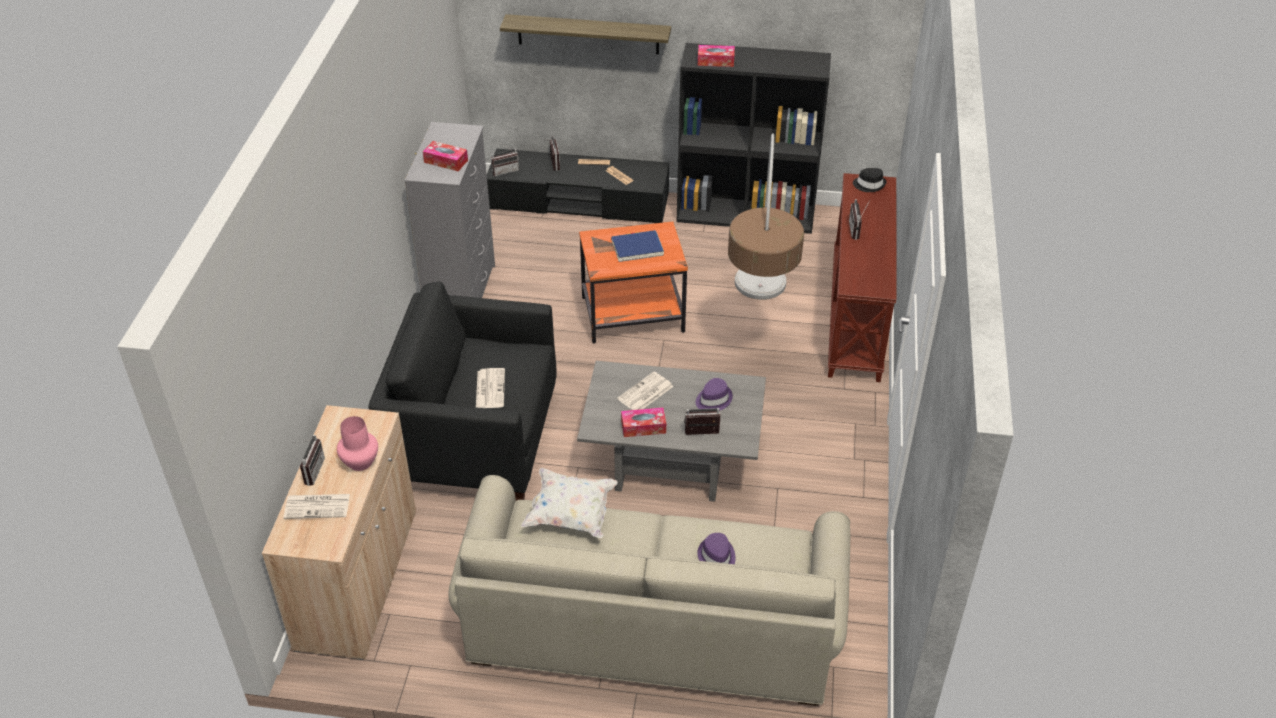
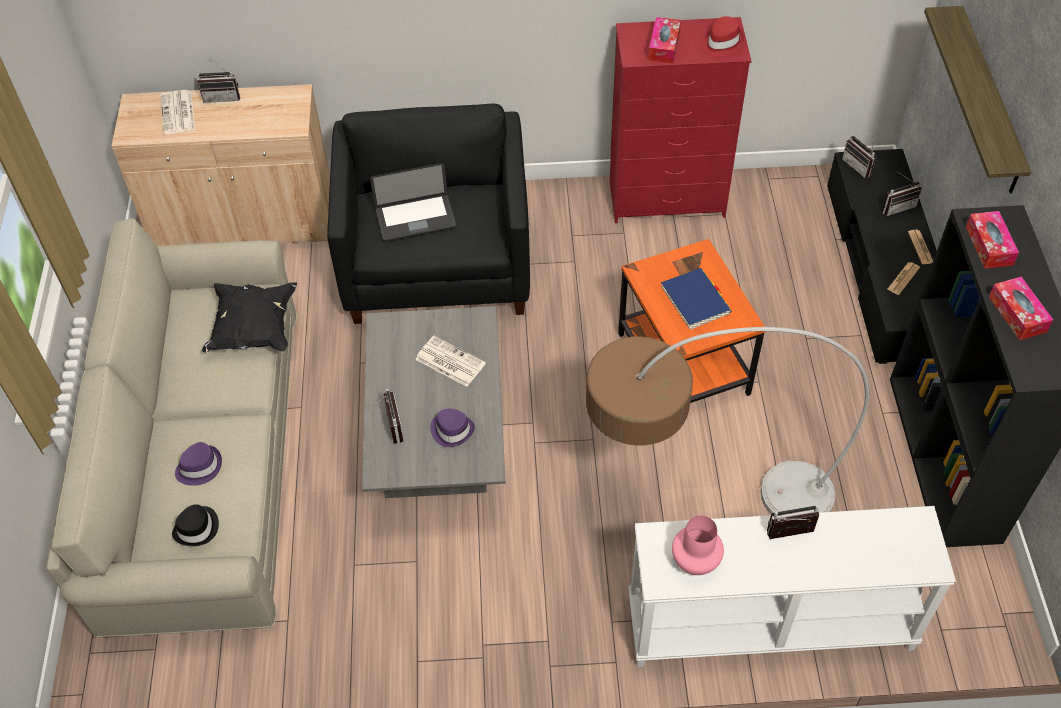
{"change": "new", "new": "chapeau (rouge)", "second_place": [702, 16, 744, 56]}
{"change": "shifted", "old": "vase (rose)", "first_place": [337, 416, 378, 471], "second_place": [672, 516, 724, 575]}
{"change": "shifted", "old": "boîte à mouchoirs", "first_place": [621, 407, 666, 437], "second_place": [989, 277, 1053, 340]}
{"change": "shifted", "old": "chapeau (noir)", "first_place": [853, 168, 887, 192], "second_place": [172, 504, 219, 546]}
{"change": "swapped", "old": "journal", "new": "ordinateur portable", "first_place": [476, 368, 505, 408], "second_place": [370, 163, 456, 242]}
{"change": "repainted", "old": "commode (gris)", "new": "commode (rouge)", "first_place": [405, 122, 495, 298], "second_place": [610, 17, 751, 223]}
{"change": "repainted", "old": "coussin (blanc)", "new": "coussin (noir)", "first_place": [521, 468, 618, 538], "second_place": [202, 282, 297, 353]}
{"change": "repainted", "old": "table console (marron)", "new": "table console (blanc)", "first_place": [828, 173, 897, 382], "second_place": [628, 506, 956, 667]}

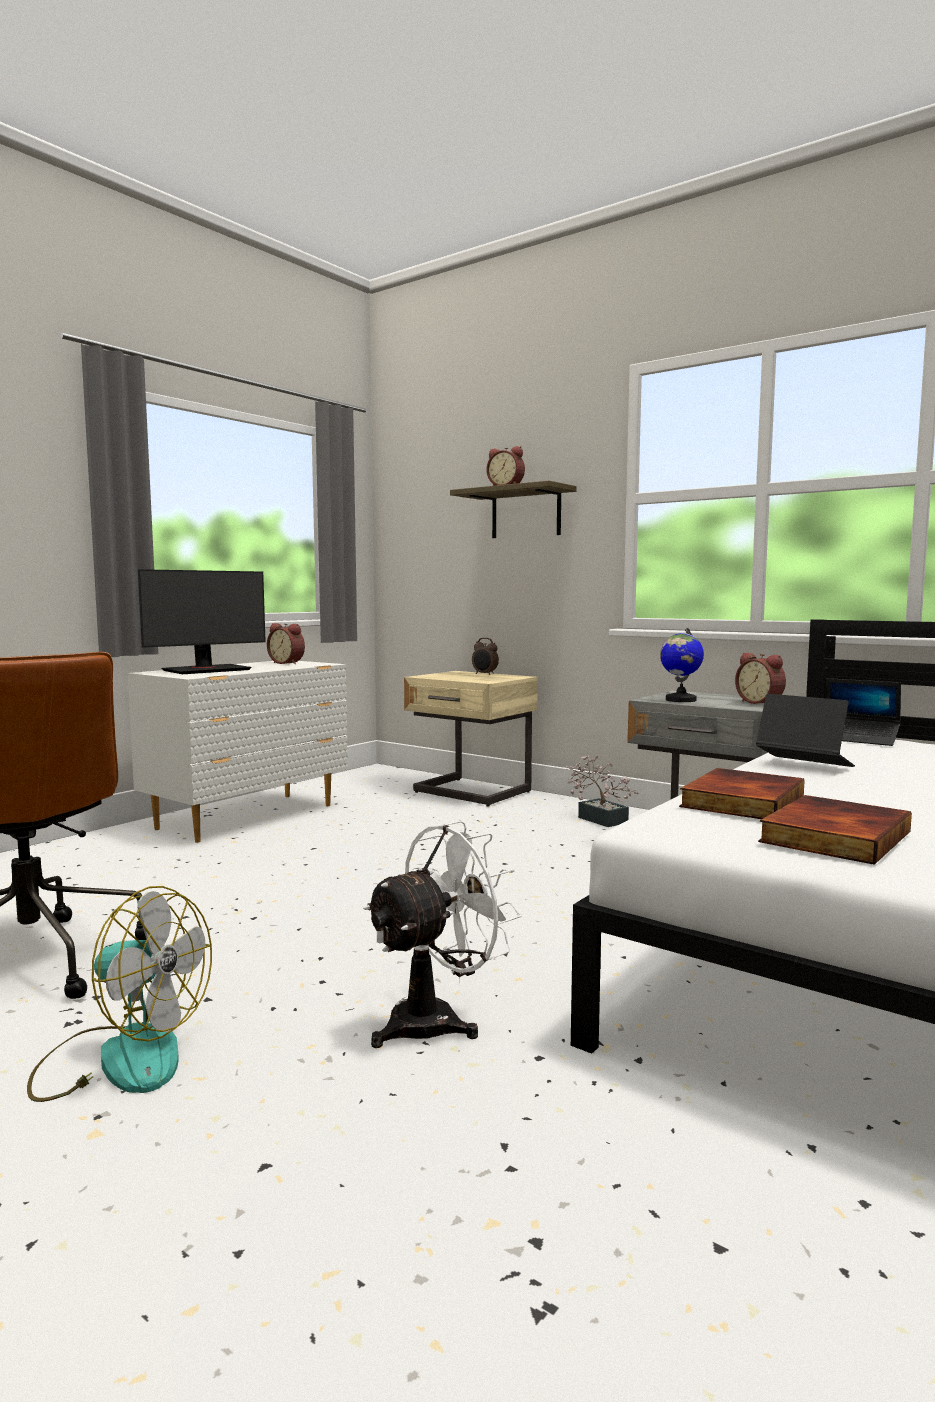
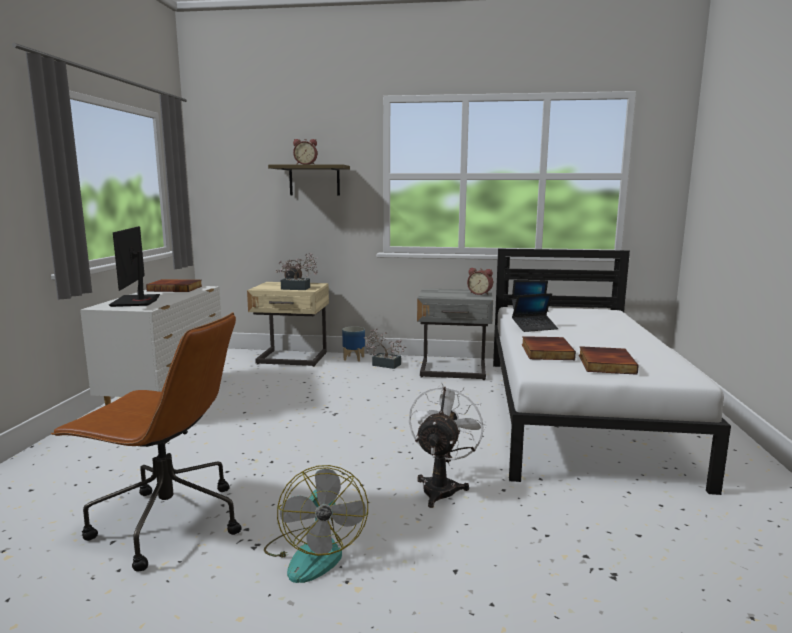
{"change": "gone", "old": "globe", "first_place": [660, 627, 704, 702]}
{"change": "new", "new": "plante en pot", "second_place": [275, 253, 318, 290]}
{"change": "new", "new": "cache-pot", "second_place": [342, 326, 365, 362]}
{"change": "swapped", "old": "réveil", "new": "livre", "first_place": [267, 623, 305, 664], "second_place": [146, 279, 202, 292]}
{"change": "rotated", "old": "ventilateur", "first_place": [27, 886, 212, 1102], "second_place": [264, 465, 368, 583], "degrees": 90}
{"change": "rotated", "old": "écran d'ordinateur", "first_place": [138, 569, 266, 674], "second_place": [109, 226, 160, 307], "degrees": 150}
{"change": "rotated", "old": "ordinateur portable", "first_place": [756, 694, 855, 767], "second_place": [512, 293, 558, 332], "degrees": 150}

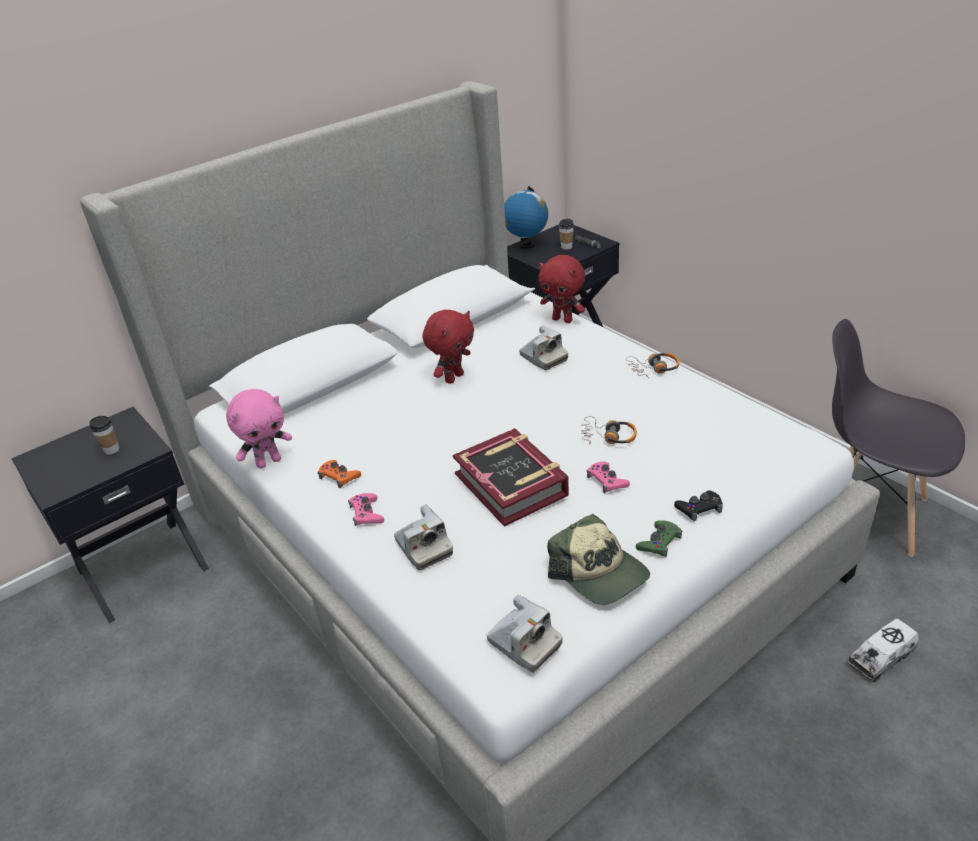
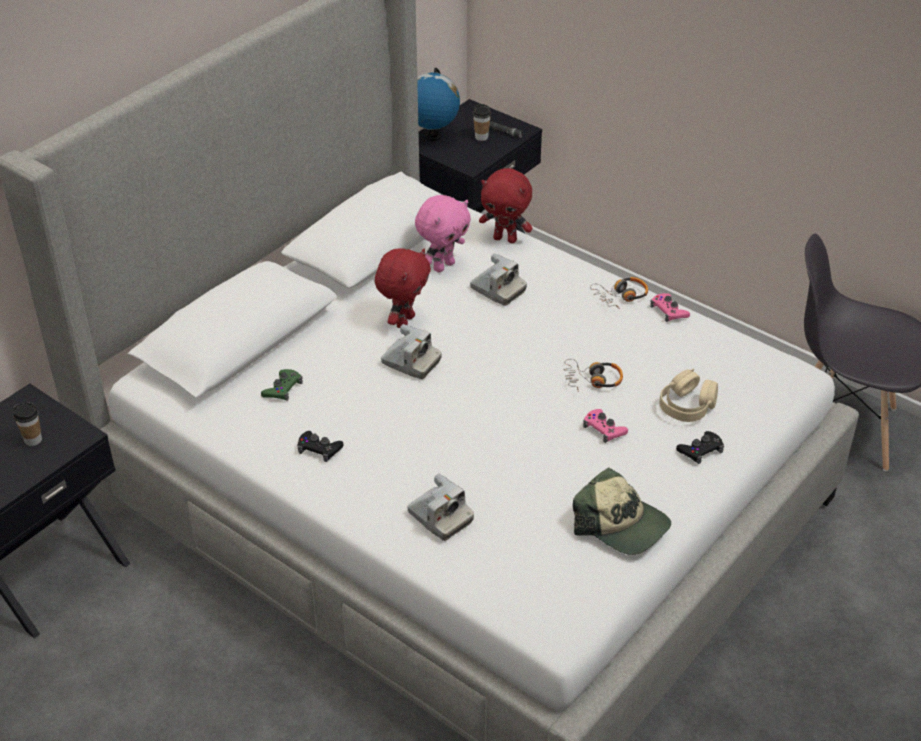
{"change": "gone", "old": "livre", "first_place": [453, 428, 569, 527]}
{"change": "gone", "old": "camion jouet", "first_place": [848, 618, 919, 682]}
{"change": "new", "new": "casque audio (beige)", "second_place": [660, 369, 718, 422]}
{"change": "shifted", "old": "peluche (rose)", "first_place": [226, 389, 292, 469], "second_place": [415, 195, 471, 273]}
{"change": "shifted", "old": "manette (rose)", "first_place": [348, 493, 384, 526], "second_place": [650, 293, 690, 322]}
{"change": "shifted", "old": "appareil photo", "first_place": [486, 595, 563, 673], "second_place": [381, 324, 442, 379]}
{"change": "shifted", "old": "manette (vert)", "first_place": [636, 520, 682, 557], "second_place": [261, 369, 303, 401]}
{"change": "repainted", "old": "manette (orange)", "new": "manette (noir)", "first_place": [318, 460, 361, 488], "second_place": [297, 431, 343, 462]}

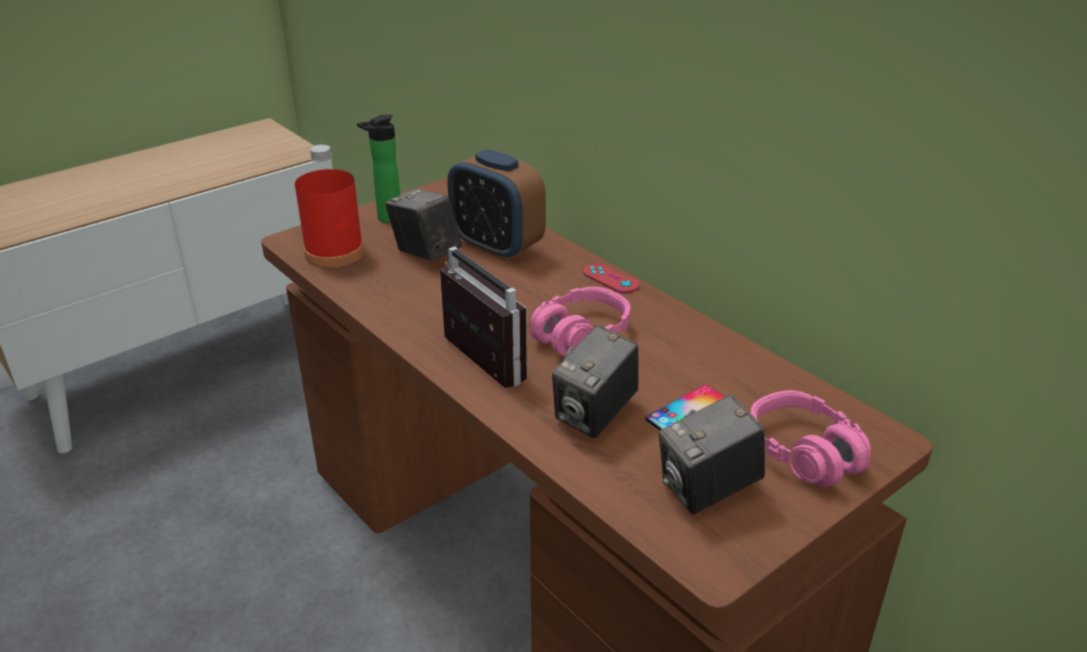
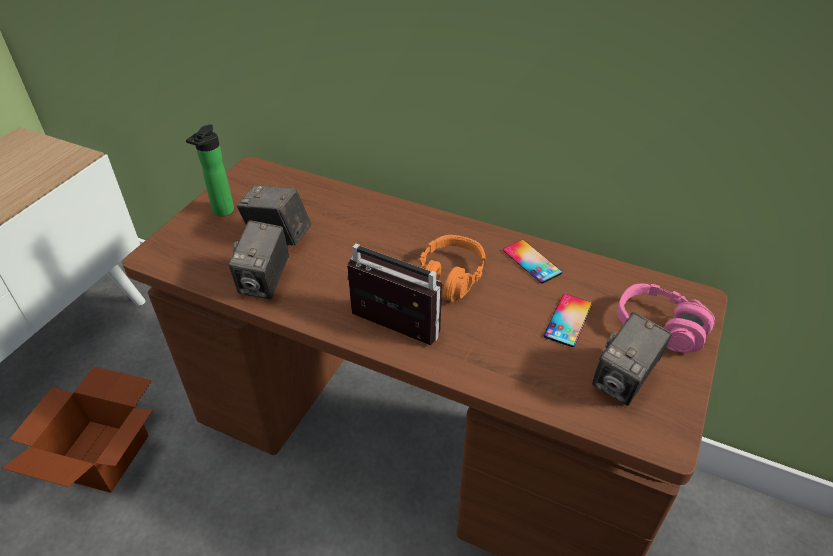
{"change": "gone", "old": "bouteille (rouge)", "first_place": [295, 145, 364, 268]}
{"change": "gone", "old": "réveil", "first_place": [447, 149, 546, 261]}
{"change": "gone", "old": "manette (rouge)", "first_place": [583, 263, 639, 293]}
{"change": "new", "new": "carton", "second_place": [2, 366, 153, 493]}
{"change": "new", "new": "téléphone", "second_place": [503, 240, 562, 284]}
{"change": "shifted", "old": "appareil photo", "first_place": [552, 325, 638, 438], "second_place": [229, 220, 289, 299]}
{"change": "repainted", "old": "casque audio (rose)", "new": "casque audio (orange)", "first_place": [530, 287, 630, 356], "second_place": [420, 235, 485, 302]}

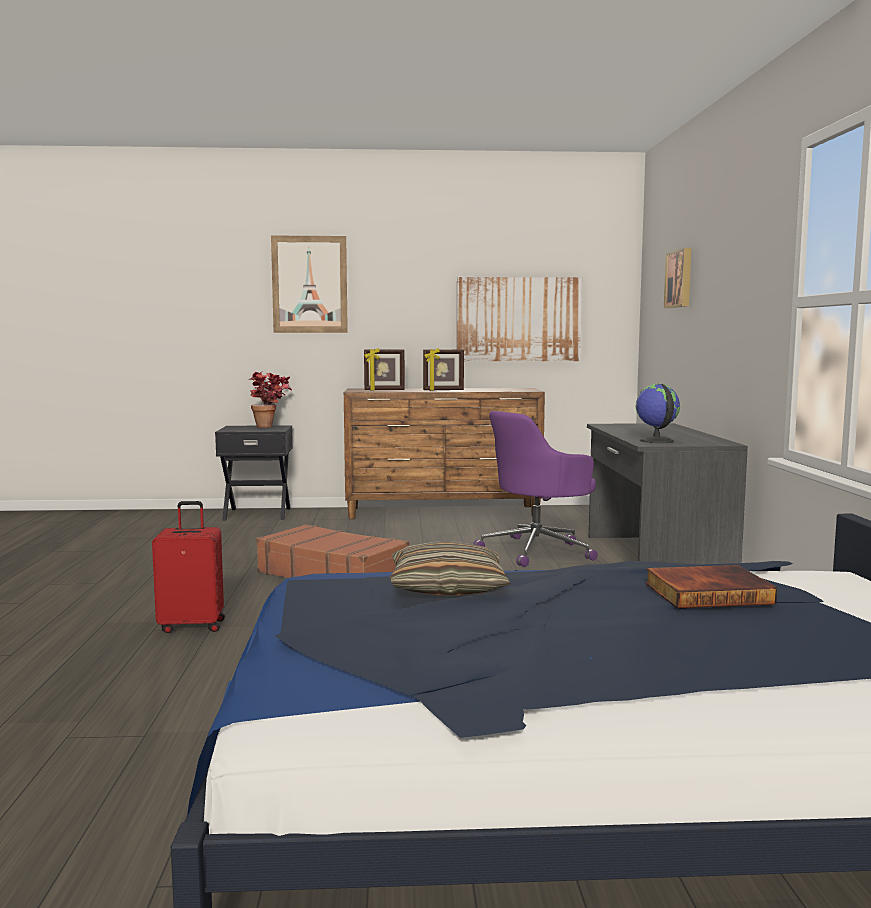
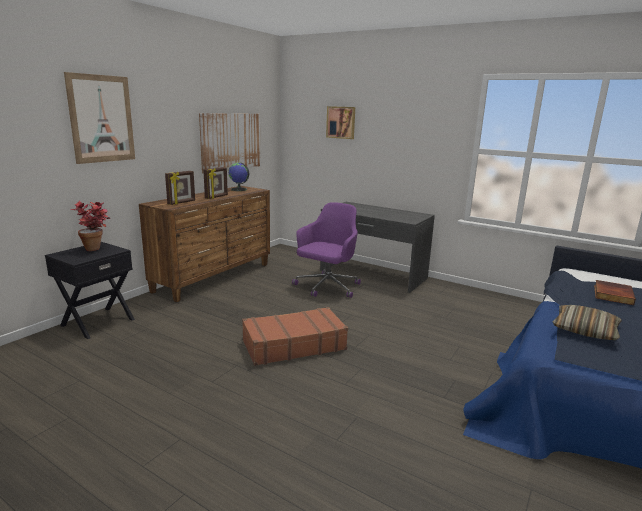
{"change": "gone", "old": "valise (rouge)", "first_place": [152, 501, 225, 633]}
{"change": "shifted", "old": "globe", "first_place": [636, 384, 680, 443], "second_place": [229, 162, 249, 191]}
{"change": "rotated", "old": "chaise de bureau (violet)", "first_place": [473, 411, 598, 567], "second_place": [292, 202, 361, 298], "degrees": -150}

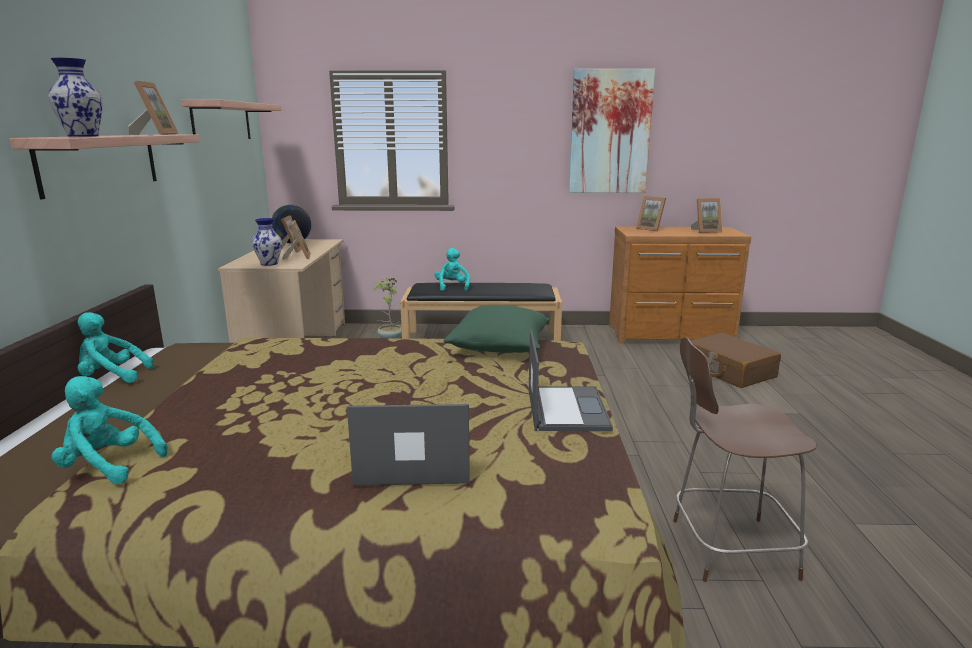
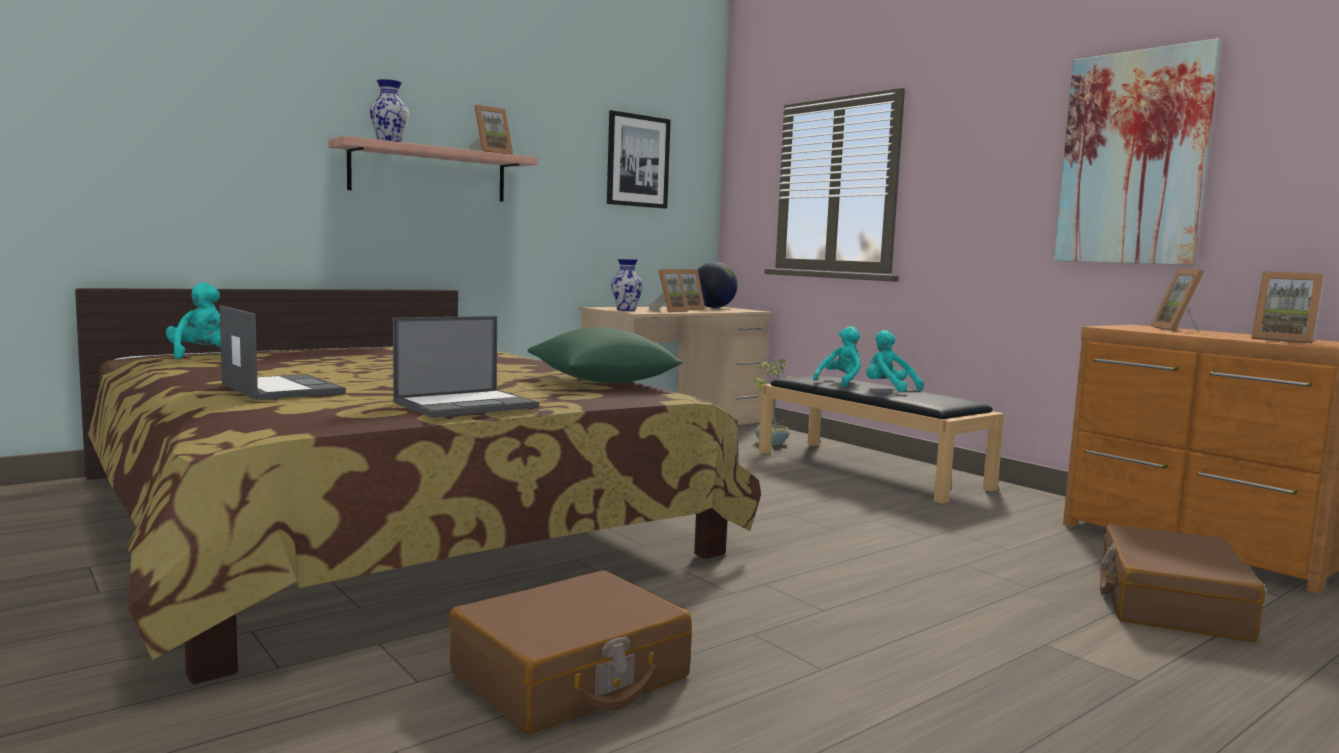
{"change": "shifted", "old": "peluche (turquoise)", "first_place": [78, 312, 154, 383], "second_place": [866, 330, 924, 392]}
{"change": "swapped", "old": "étagère", "new": "tableau", "first_place": [181, 99, 282, 139], "second_place": [607, 110, 671, 209]}
{"change": "swapped", "old": "chaise (marron)", "new": "valise (marron)", "first_place": [673, 337, 817, 582], "second_place": [449, 571, 692, 734]}

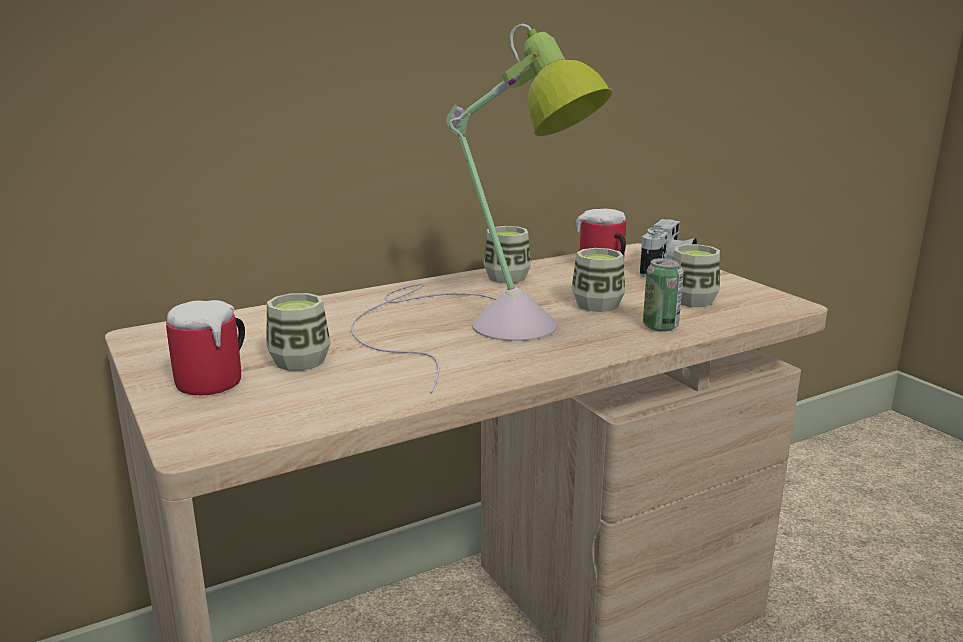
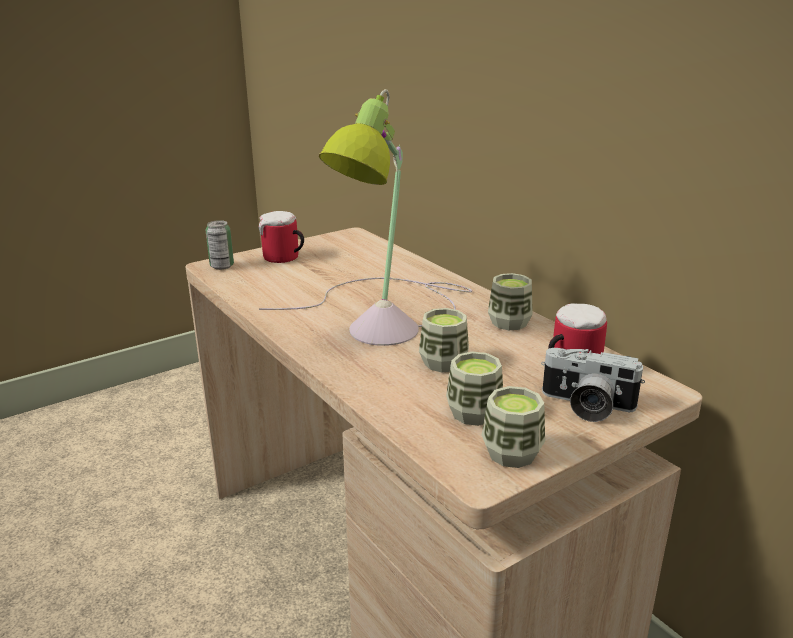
{"change": "shifted", "old": "tasse", "first_place": [266, 293, 331, 371], "second_place": [482, 386, 545, 468]}
{"change": "shifted", "old": "boîte métallique", "first_place": [643, 258, 684, 332], "second_place": [206, 220, 234, 270]}

